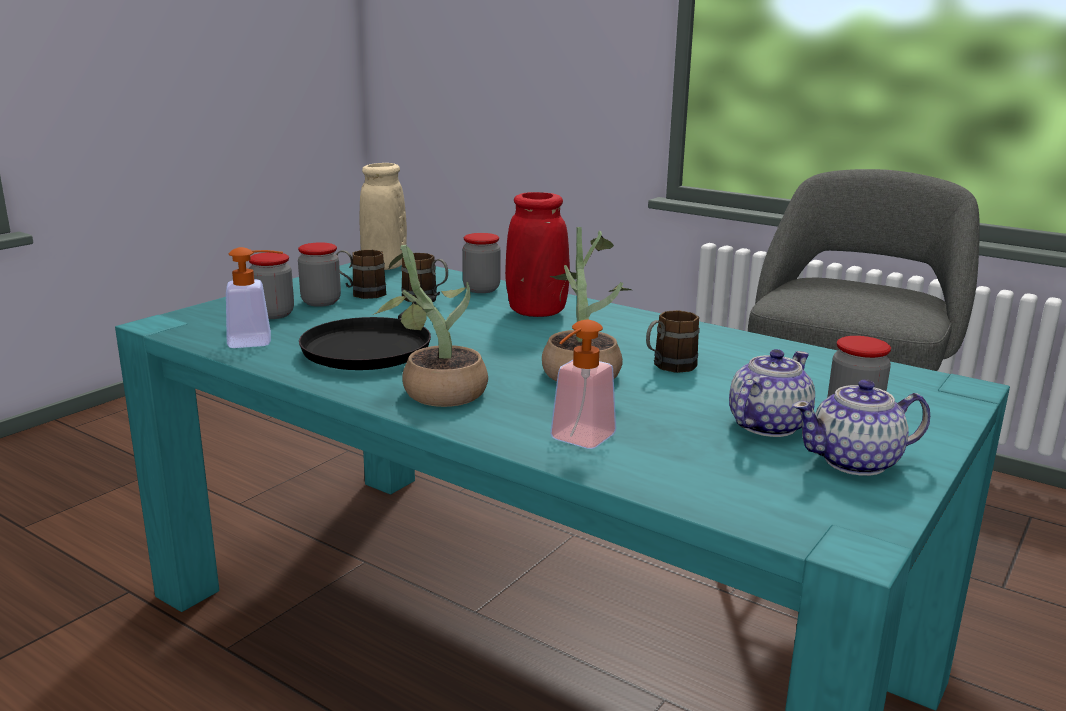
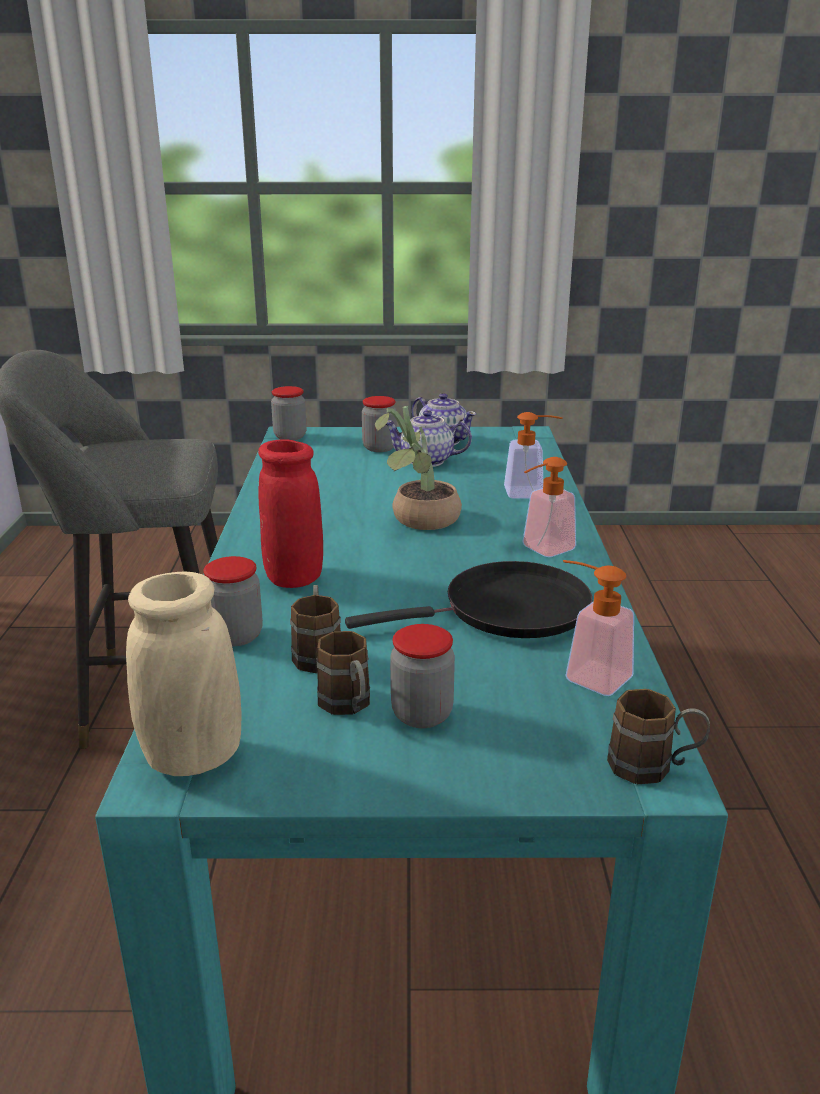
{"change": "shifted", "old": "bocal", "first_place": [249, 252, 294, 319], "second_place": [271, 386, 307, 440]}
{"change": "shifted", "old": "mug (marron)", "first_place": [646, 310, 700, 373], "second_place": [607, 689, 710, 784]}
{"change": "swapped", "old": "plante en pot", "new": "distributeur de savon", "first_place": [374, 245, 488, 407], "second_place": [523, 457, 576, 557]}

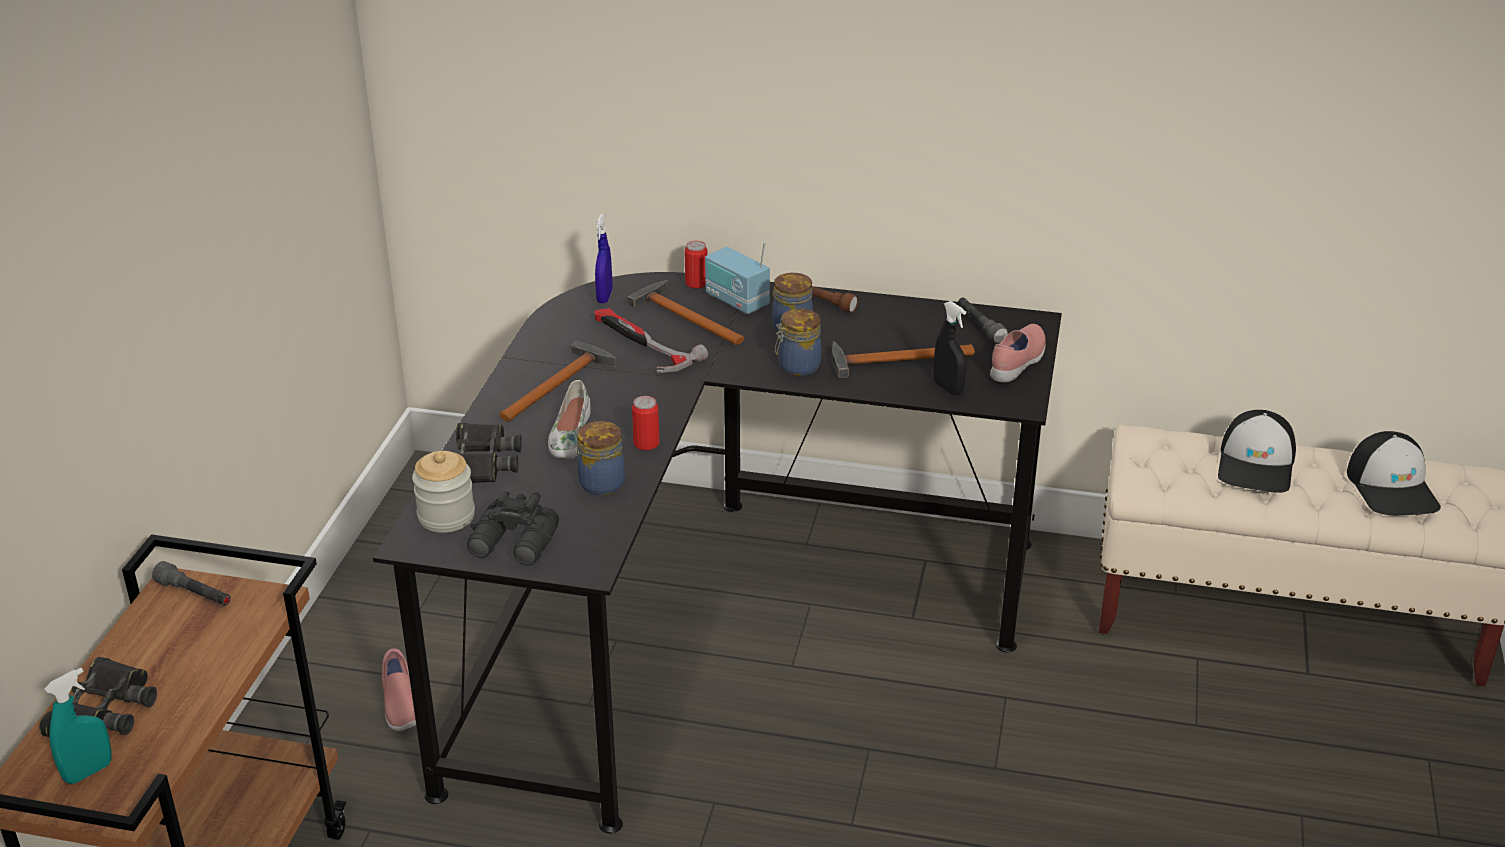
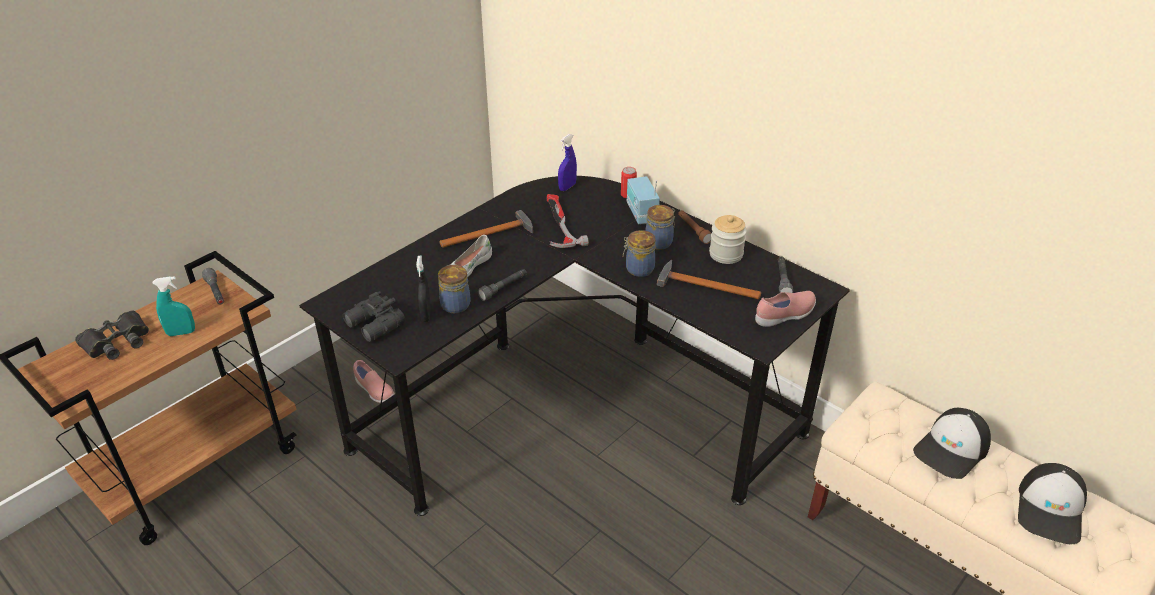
{"change": "gone", "old": "jumelles (noir)", "first_place": [456, 423, 522, 483]}
{"change": "gone", "old": "marteau", "first_place": [627, 280, 744, 345]}
{"change": "shifted", "old": "vaporisateur (turquoise)", "first_place": [44, 668, 112, 784], "second_place": [152, 276, 195, 336]}
{"change": "shifted", "old": "bocal", "first_place": [412, 451, 475, 533], "second_place": [709, 215, 747, 264]}
{"change": "shifted", "old": "vaporisateur (noir)", "first_place": [933, 301, 967, 396], "second_place": [416, 256, 431, 322]}
{"change": "swapped", "old": "boîte métallique", "new": "lampe de poche (gris)", "first_place": [632, 396, 660, 450], "second_place": [478, 269, 527, 301]}
{"change": "rotated", "old": "chaussure (rose)", "first_place": [382, 649, 416, 731], "second_place": [353, 360, 395, 403], "degrees": -60}

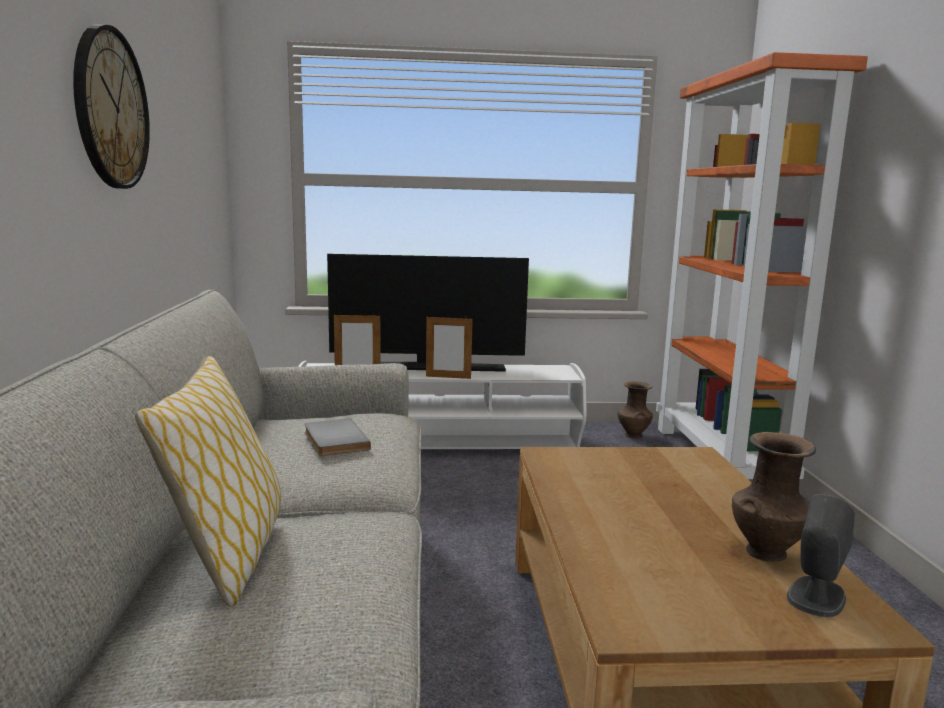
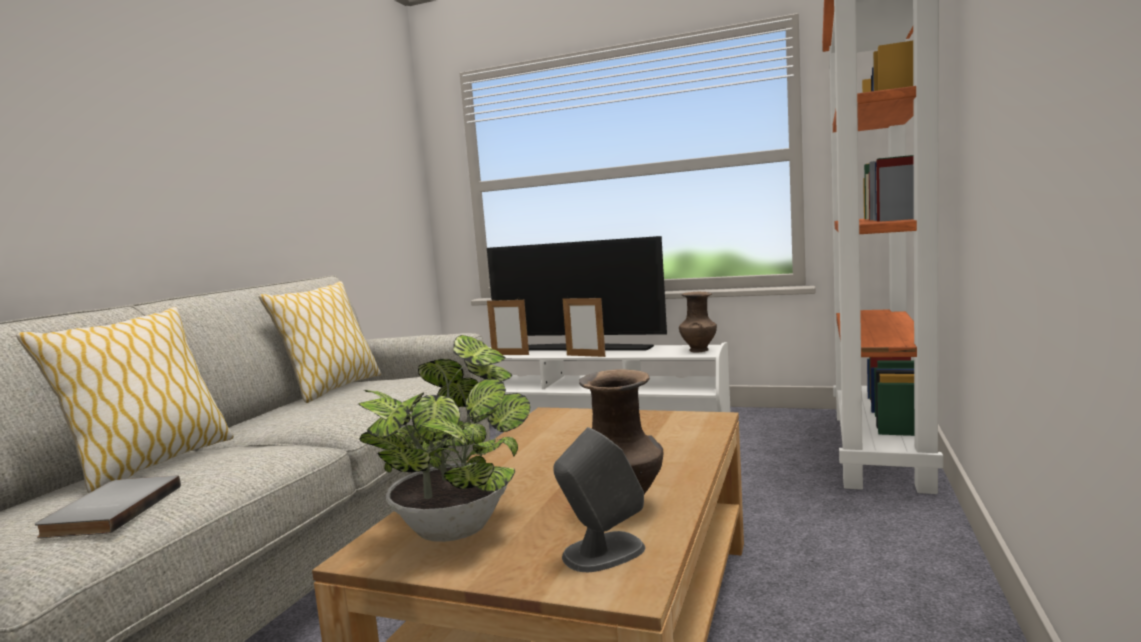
{"change": "gone", "old": "horloge murale", "first_place": [73, 24, 150, 189]}
{"change": "new", "new": "coussin", "second_place": [259, 281, 381, 403]}
{"change": "new", "new": "plante en pot", "second_place": [358, 335, 530, 542]}
{"change": "shifted", "old": "livre (gris)", "first_place": [304, 418, 371, 456], "second_place": [35, 476, 181, 538]}
{"change": "shifted", "old": "vase (marron)", "first_place": [618, 381, 653, 439], "second_place": [679, 292, 717, 353]}

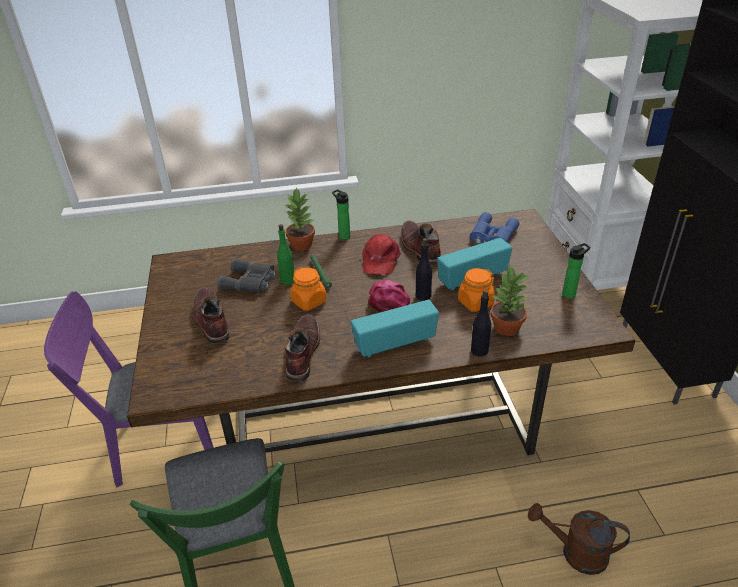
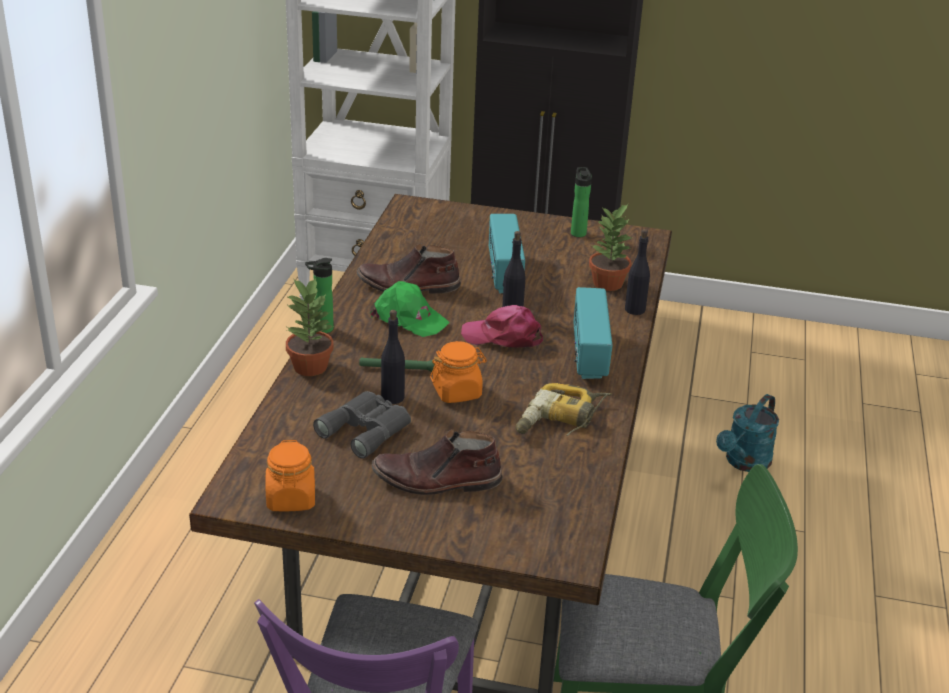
{"change": "gone", "old": "jumelles (bleu)", "first_place": [470, 212, 519, 244]}
{"change": "shifted", "old": "bocal (orange)", "first_place": [458, 268, 495, 312], "second_place": [266, 440, 315, 511]}
{"change": "swapped", "old": "botte (marron)", "new": "perceuse", "first_place": [285, 314, 320, 382], "second_place": [515, 383, 612, 436]}
{"change": "repainted", "old": "bouteille (vert)", "new": "bouteille (noir)", "first_place": [277, 224, 295, 285], "second_place": [381, 310, 405, 404]}
{"change": "repainted", "old": "casquette (rouge)", "new": "casquette (vert)", "first_place": [362, 234, 401, 275], "second_place": [370, 281, 450, 337]}
{"change": "repainted", "old": "arrosoir (marron)", "new": "arrosoir (turquoise)", "first_place": [528, 503, 630, 575], "second_place": [716, 394, 779, 472]}

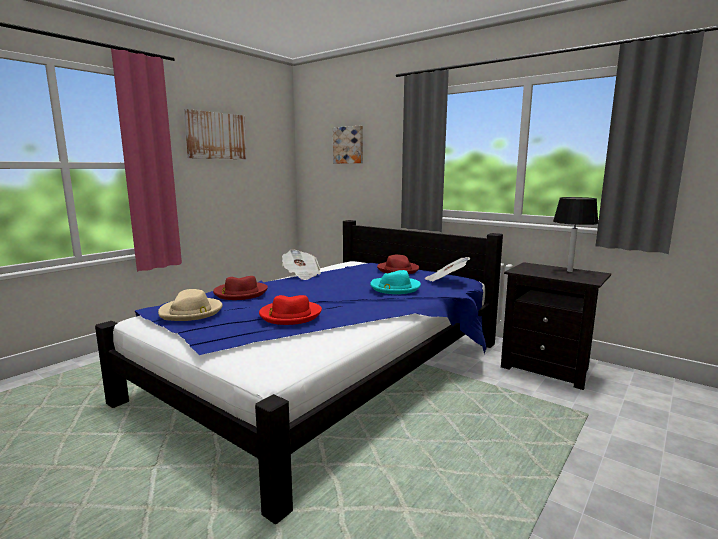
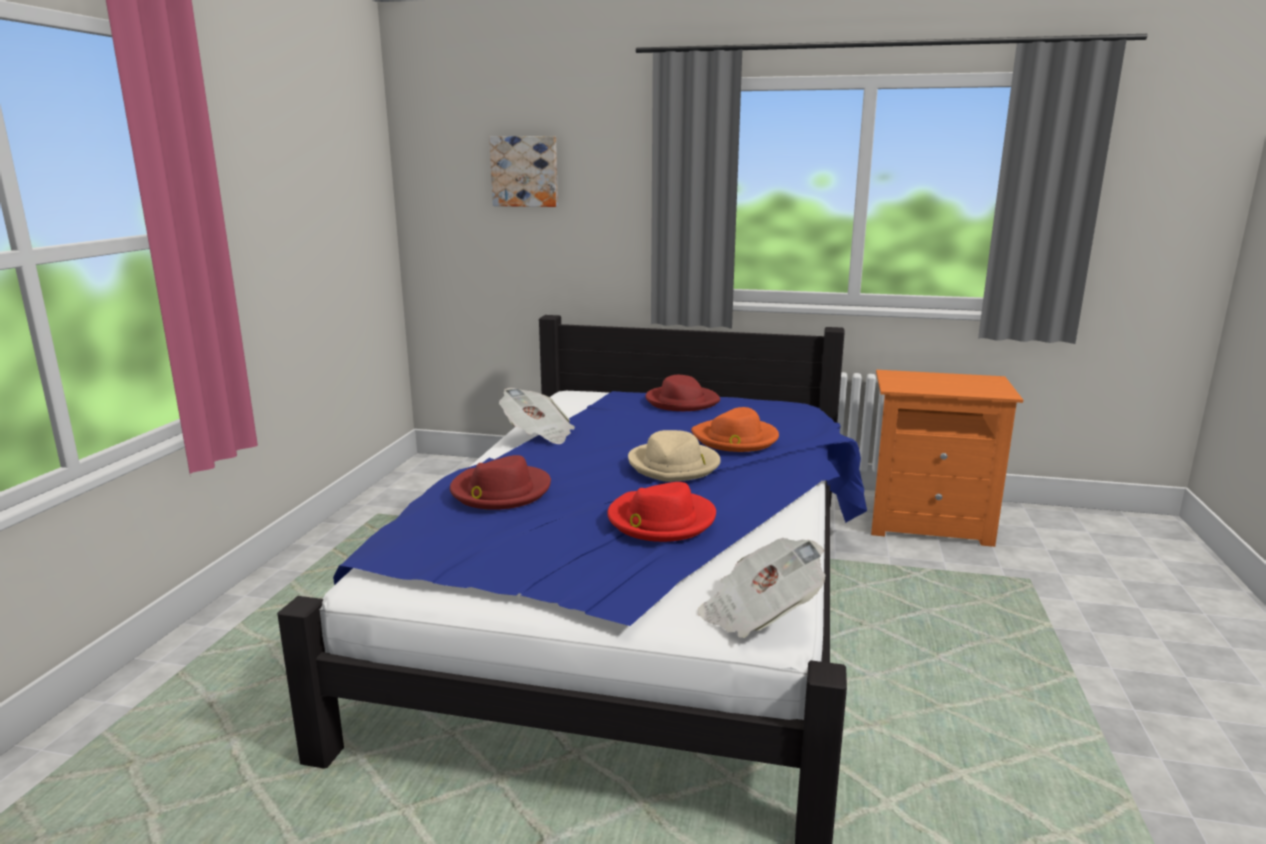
{"change": "gone", "old": "tableau", "first_place": [184, 109, 247, 159]}
{"change": "gone", "old": "lampe de table (noir)", "first_place": [553, 197, 599, 272]}
{"change": "shifted", "old": "chapeau (beige)", "first_place": [158, 289, 223, 321], "second_place": [628, 430, 721, 482]}
{"change": "shifted", "old": "journal", "first_place": [425, 257, 470, 282], "second_place": [698, 538, 826, 638]}
{"change": "repainted", "old": "chapeau (turquoise)", "new": "chapeau (orange)", "first_place": [370, 270, 421, 294], "second_place": [691, 407, 779, 452]}
{"change": "repainted", "old": "table de chevet (noir)", "new": "table de chevet (orange)", "first_place": [501, 262, 611, 390], "second_place": [871, 370, 1023, 547]}

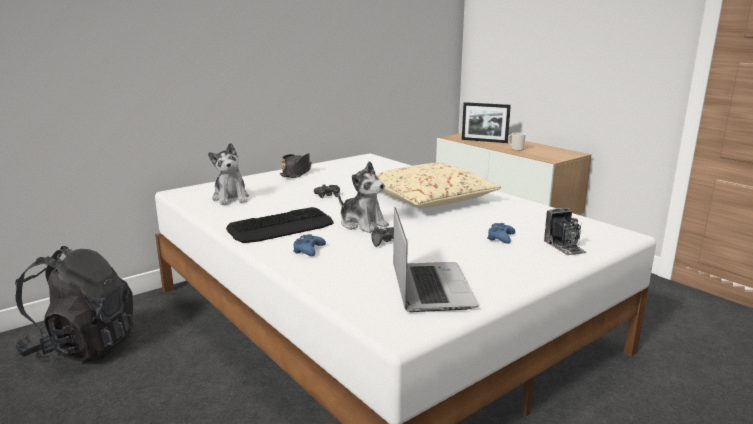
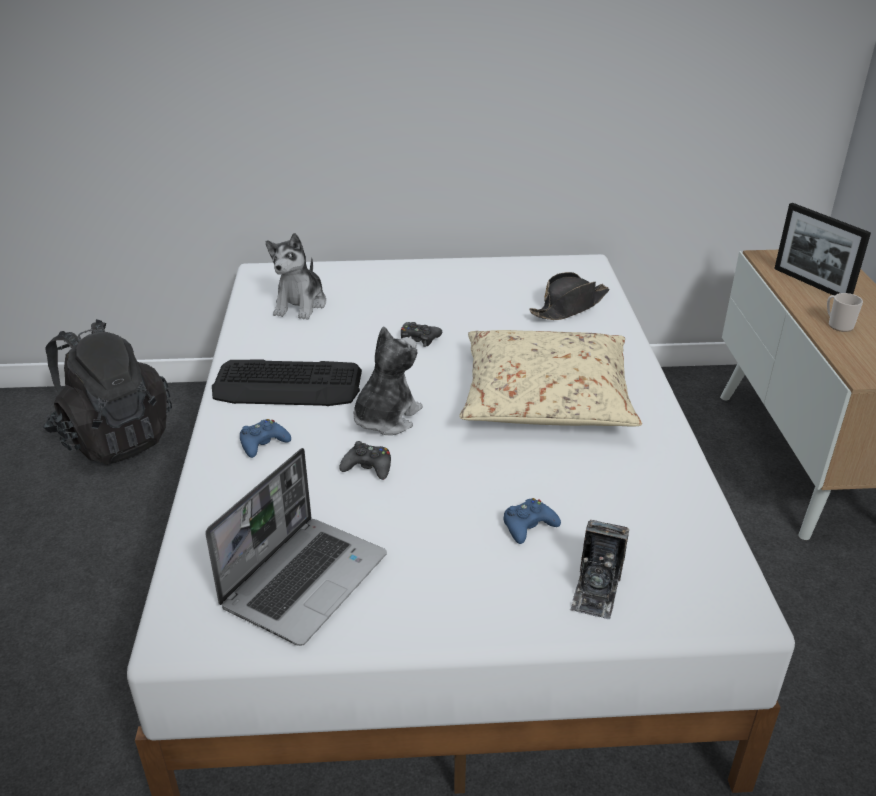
{"change": "shifted", "old": "chapeau (noir)", "first_place": [280, 153, 312, 178], "second_place": [529, 272, 609, 320]}
{"change": "rotated", "old": "peluche", "first_place": [338, 161, 389, 233], "second_place": [354, 326, 423, 435], "degrees": -135}

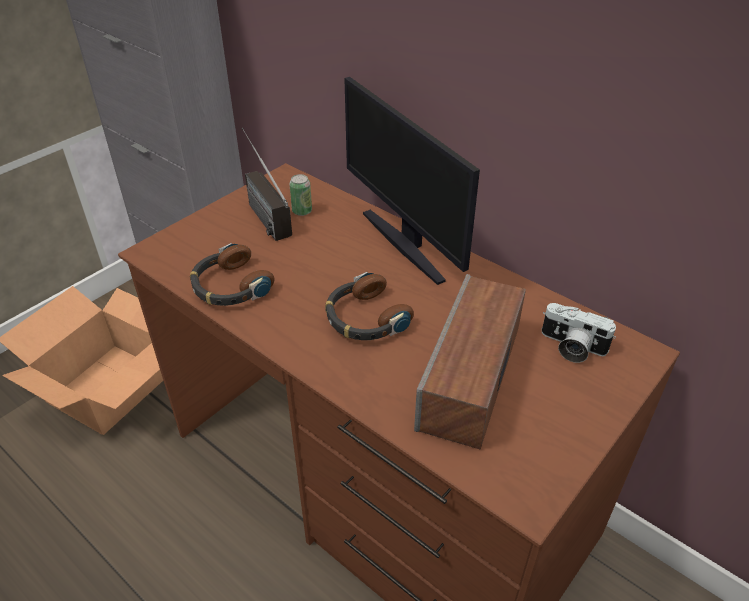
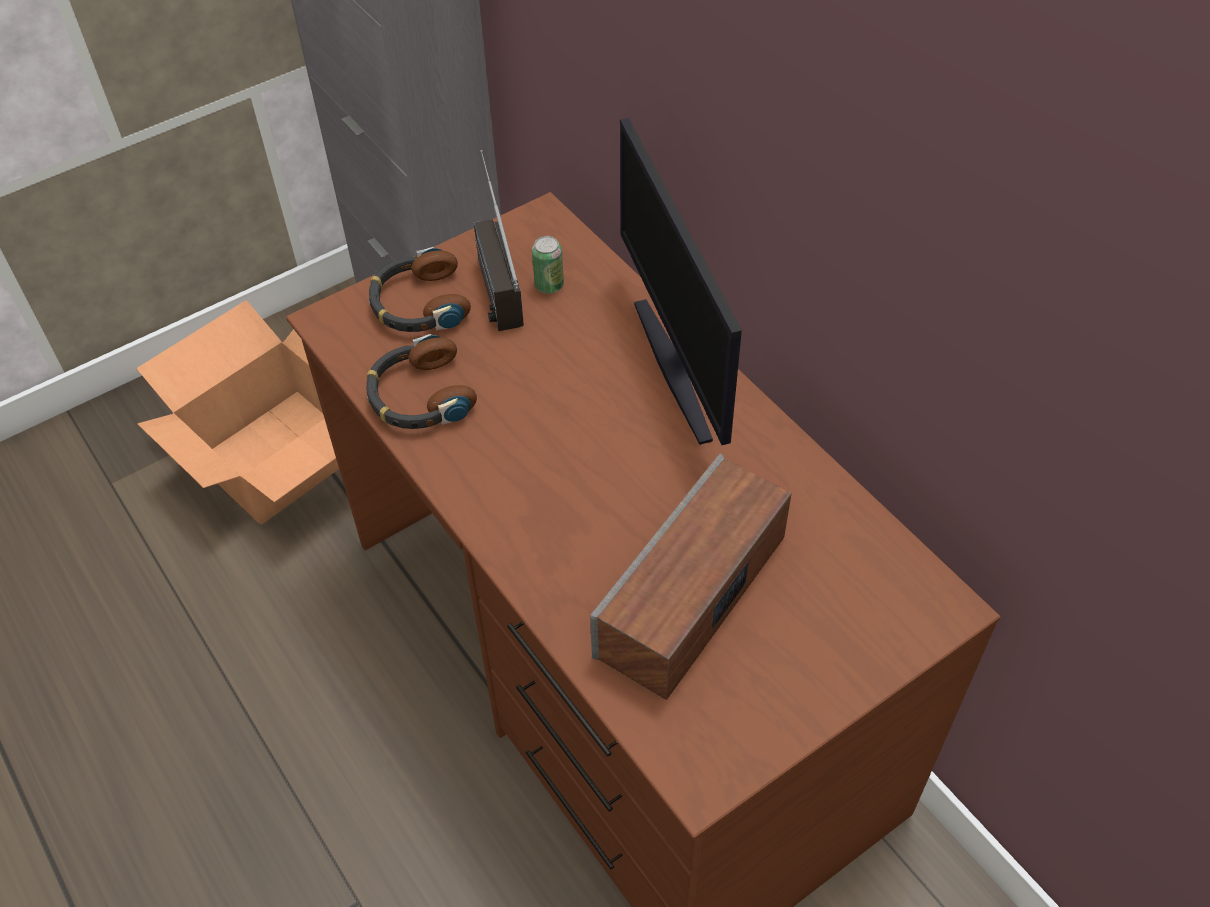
{"change": "gone", "old": "appareil photo", "first_place": [541, 303, 616, 363]}
{"change": "shifted", "old": "casque audio", "first_place": [325, 272, 414, 340], "second_place": [369, 247, 471, 332]}

